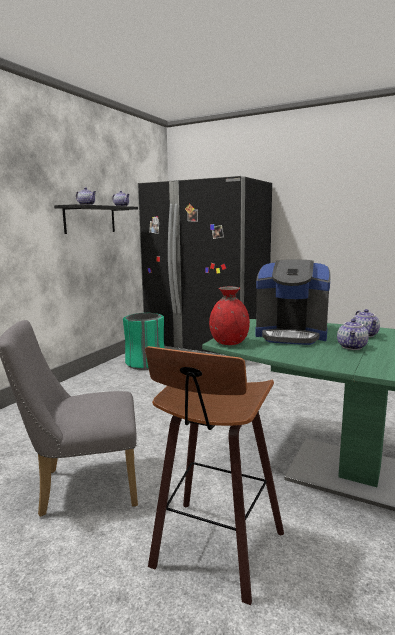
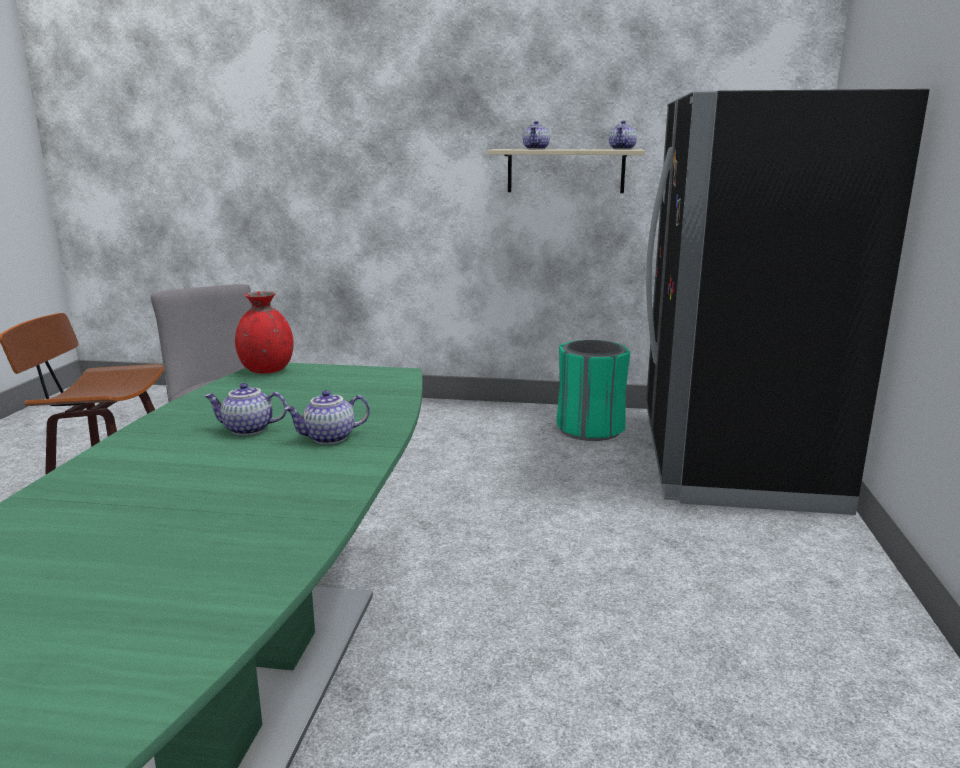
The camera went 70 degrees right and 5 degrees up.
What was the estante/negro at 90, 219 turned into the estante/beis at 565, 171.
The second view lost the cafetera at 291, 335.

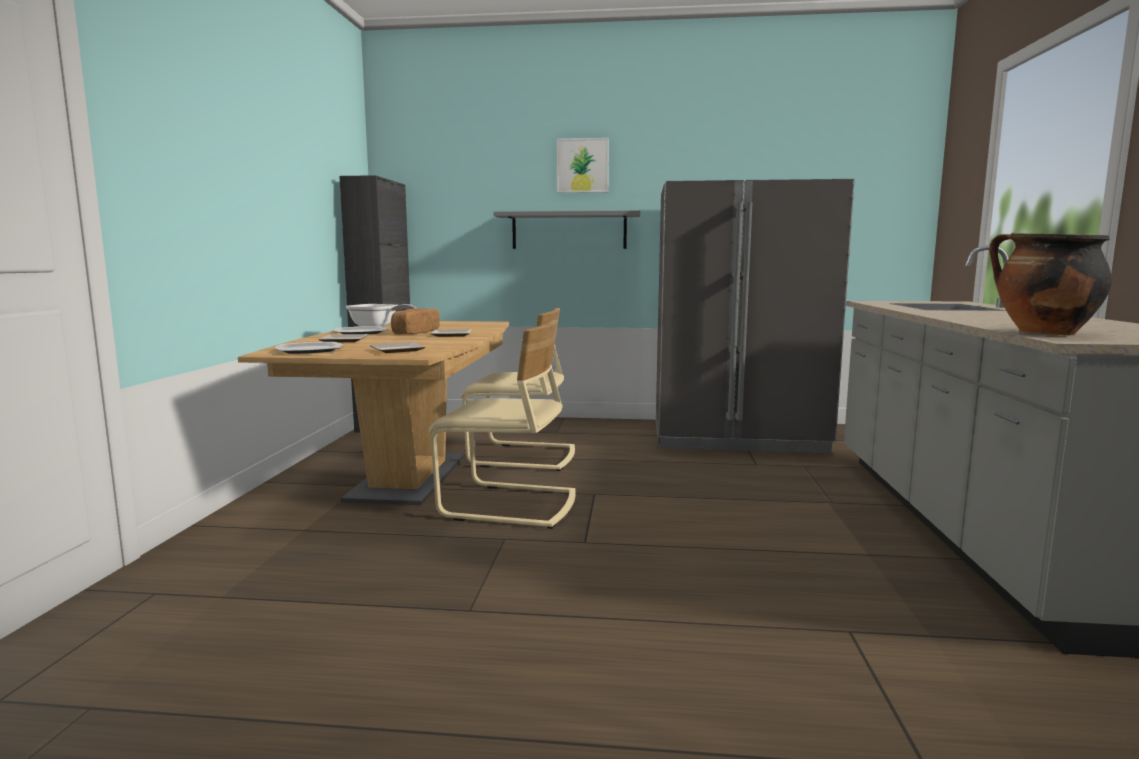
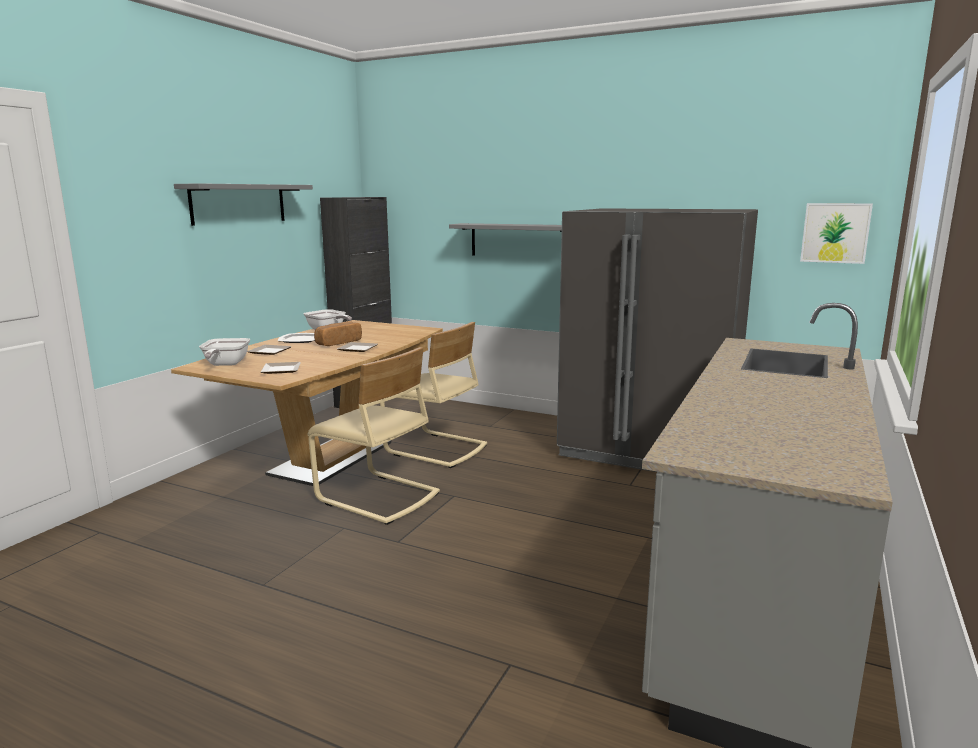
The camera went 20 degrees right and 5 degrees up.
The cuadro ended up elsewhere, having gone from 582, 165 to 835, 233.
The second view lost the olla at 1042, 333.
Where the plato stood at 308, 350, the sartén came to stand at 225, 364.
The second view gained the estante/gris at 239, 203.

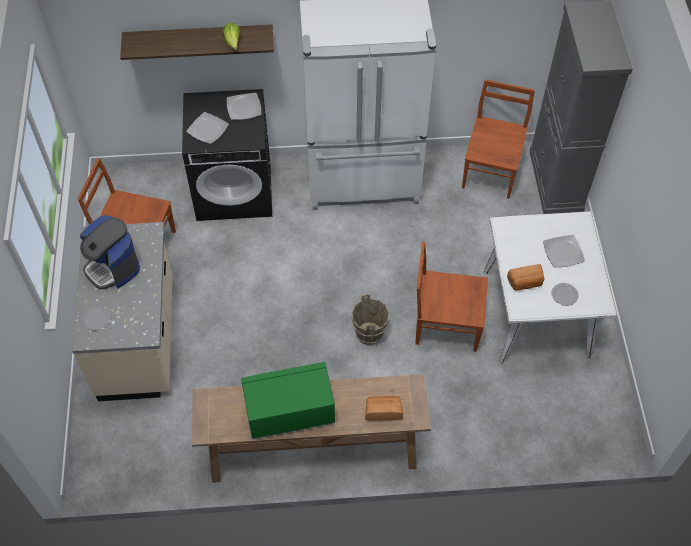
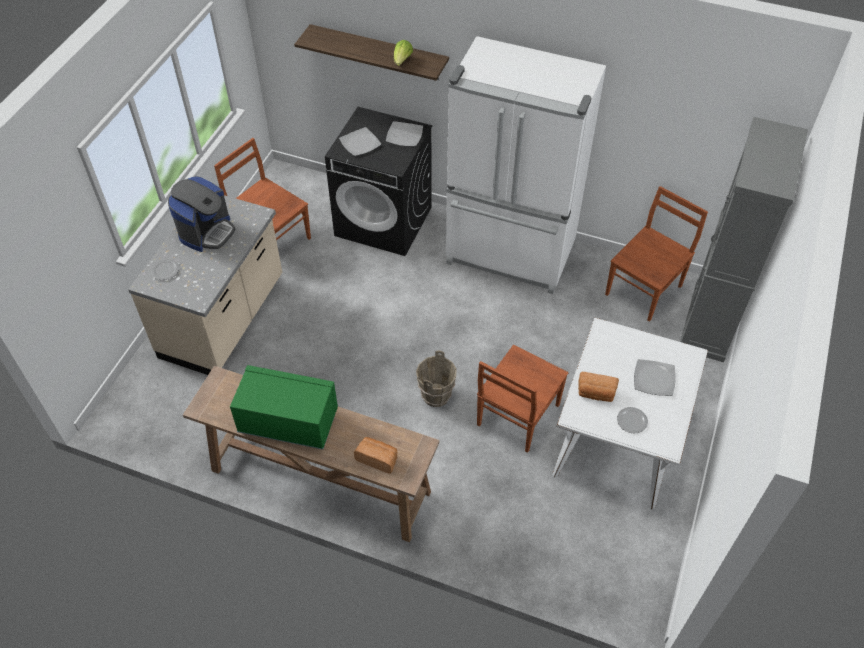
The camera went 25 degrees right and 5 degrees down.
The cafetera at 112, 267 ended up facing another way, 135 degrees counterclockwise from before.
The silla/marrón at 445, 324 ended up facing another way, 90 degrees counterclockwise from before.

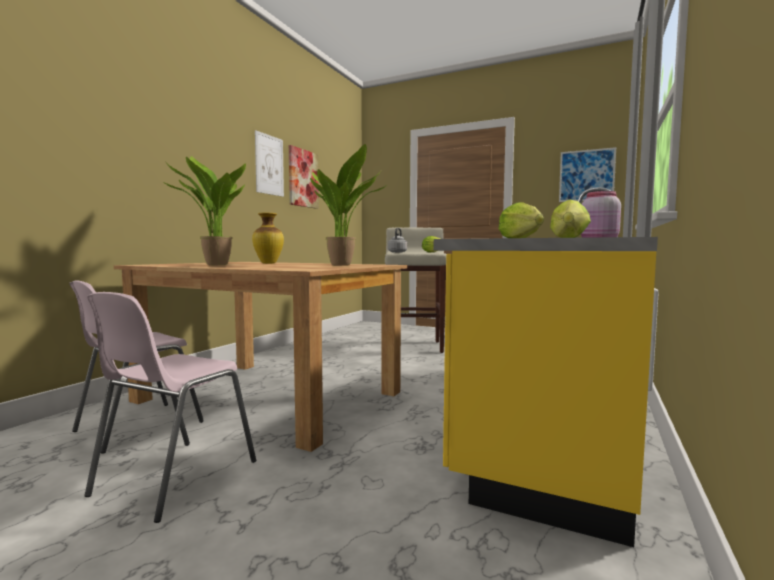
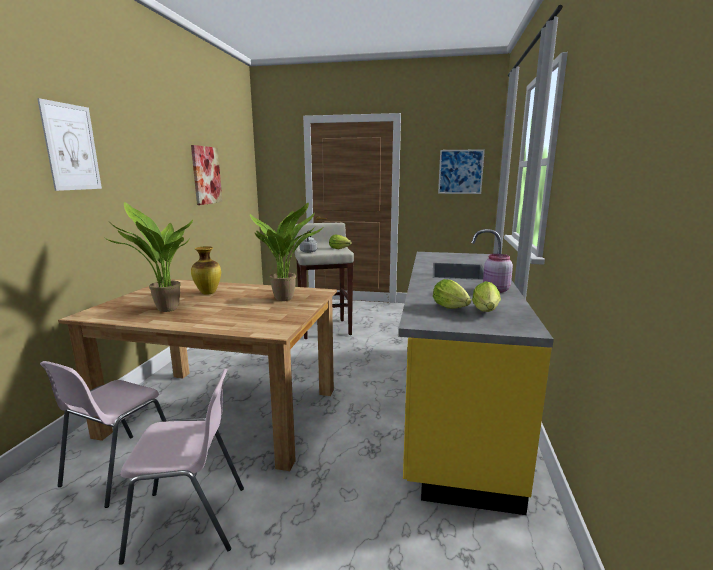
The camera went 15 degrees left and 10 degrees up.
The cuadro ended up elsewhere, having gone from 269, 165 to 71, 147.
The silla/rosa at 173, 478 ended up facing another way, 105 degrees counterclockwise from before.

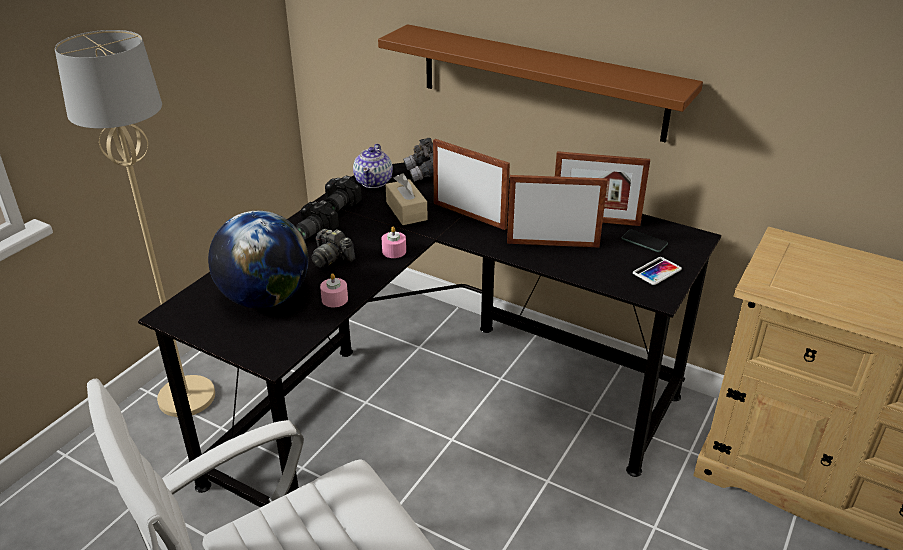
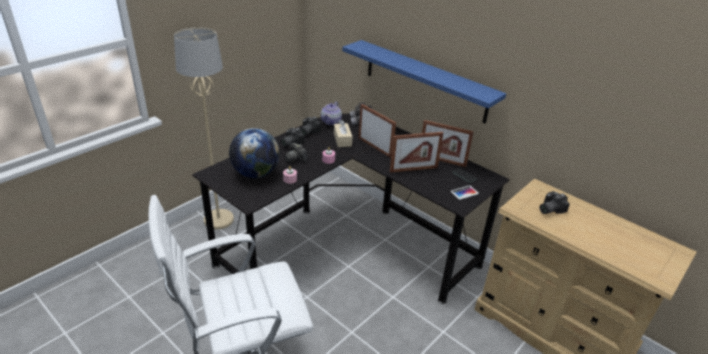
The camera went 10 degrees right and 0 degrees up.
What was the estante/marrón at 541, 82 turned into the estante/azul at 425, 81.
The portarretratos at 552, 244 ended up facing another way, 150 degrees clockwise from before.
The second view gained the cámara at 549, 209.

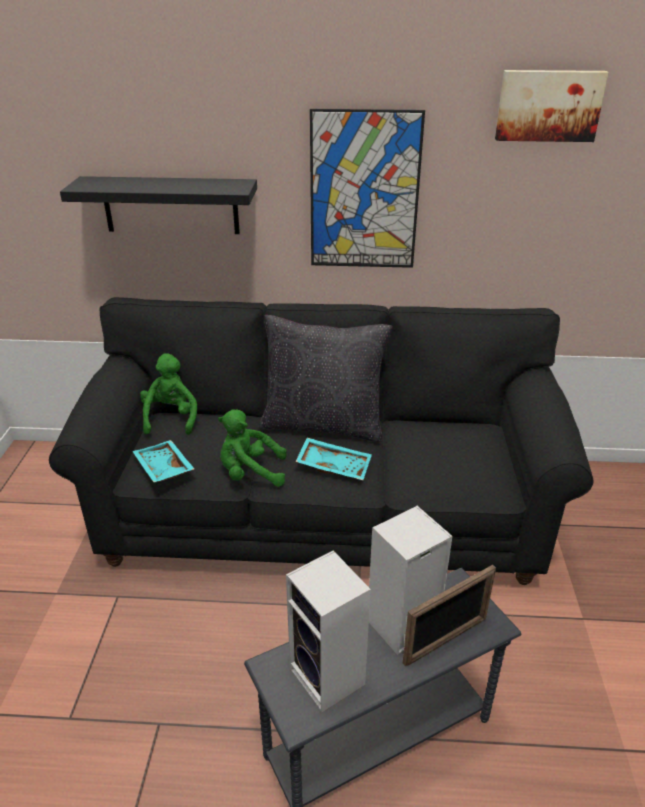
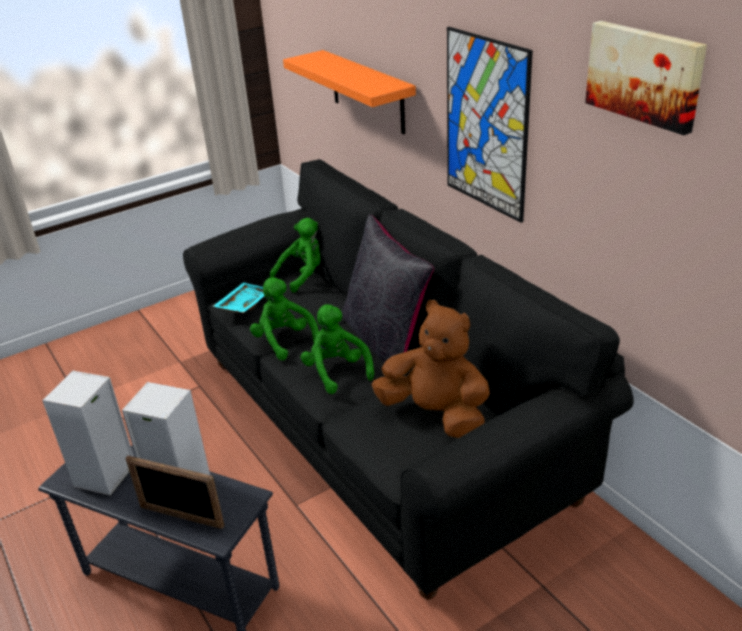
The camera went 55 degrees right and 0 degrees up.
What was the estante/negro at 171, 205 turned into the estante/naranja at 367, 92.
Where the bandeja/turquesa stood at 334, 465, the peluche/verde came to stand at 336, 371.
The second view gained the peluche/marrón at 435, 414.

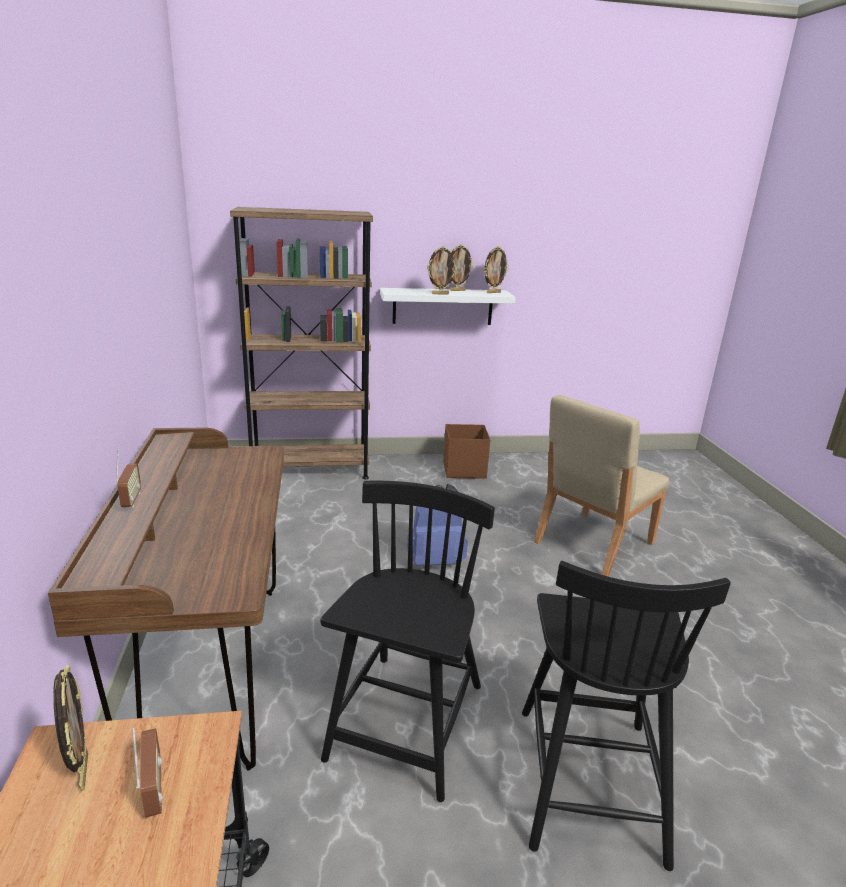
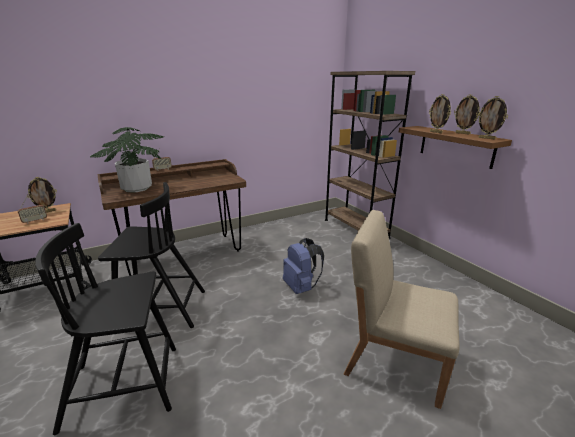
The camera went 70 degrees right and 0 degrees up.
What was the estante/blanco at 443, 306 turned into the estante/marrón at 456, 146.
The second view lost the caja de almacenaje/marrón at 463, 470.
The second view gained the planta en maceta at 136, 188.

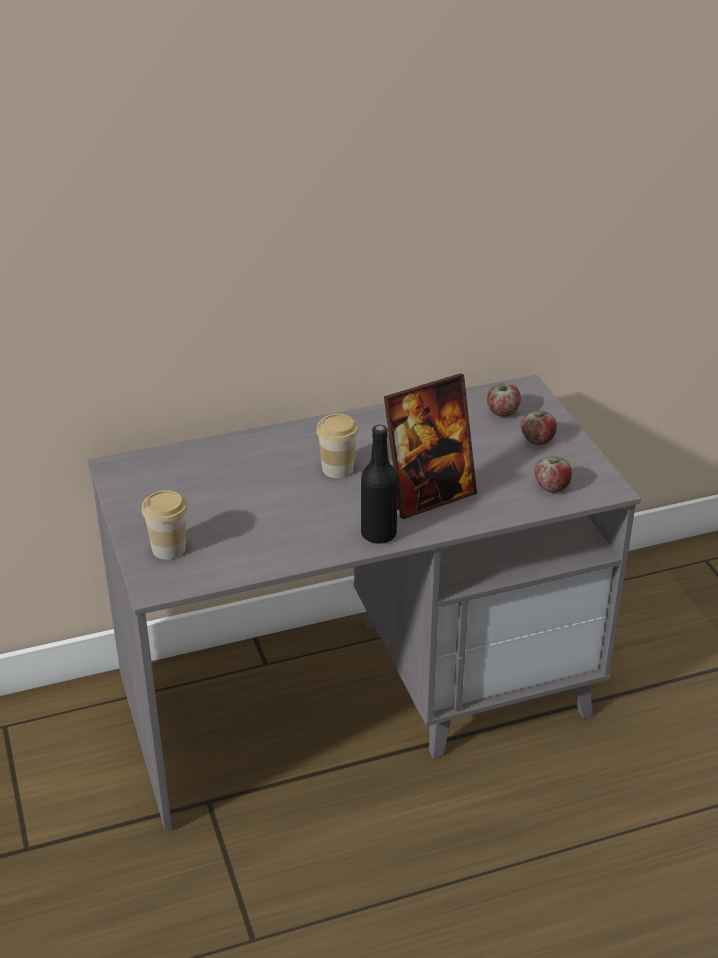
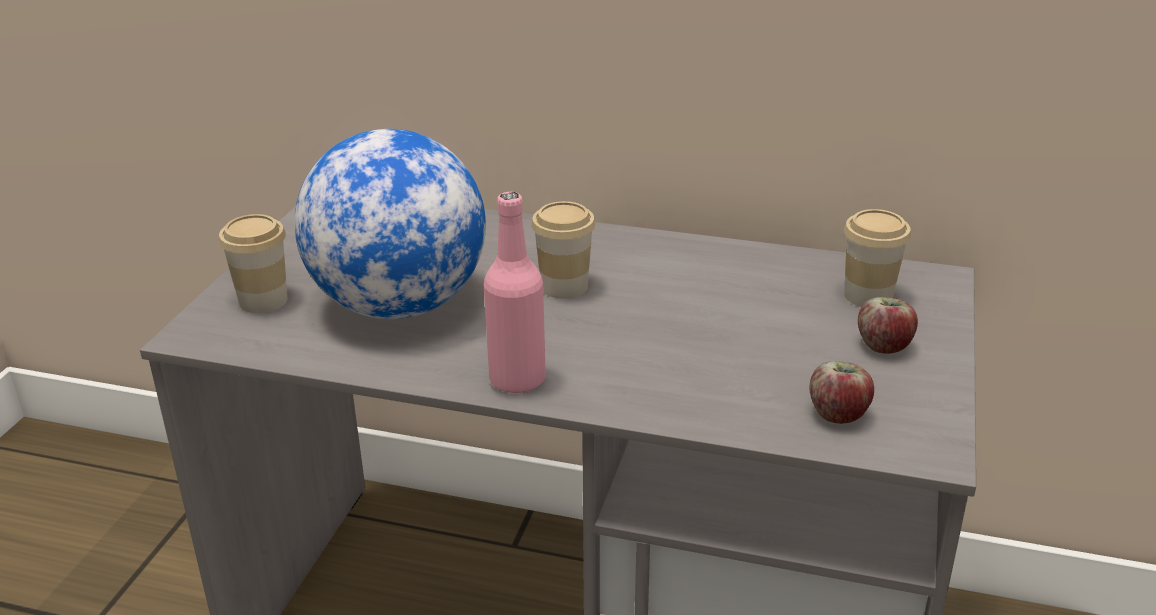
The camera went 35 degrees right and 5 degrees down.
The second view lost the portarretratos at 429, 496.
Where the manzana stood at 502, 412, the taza came to stand at 868, 296.
What was the botella/negro at 378, 534 turned into the botella/rosa at 517, 379.
The second view gained the globo terráqueo at 399, 305.

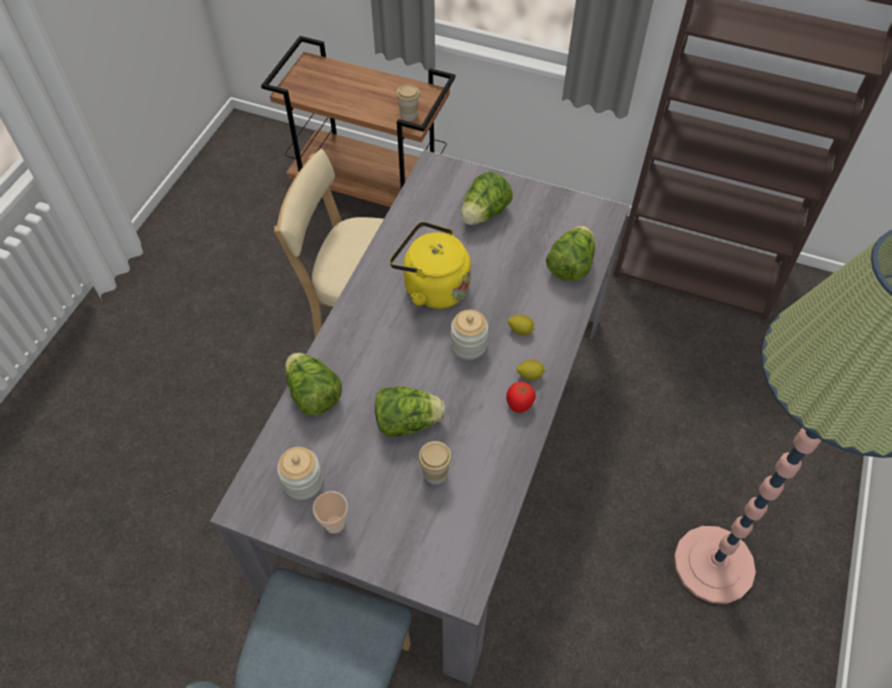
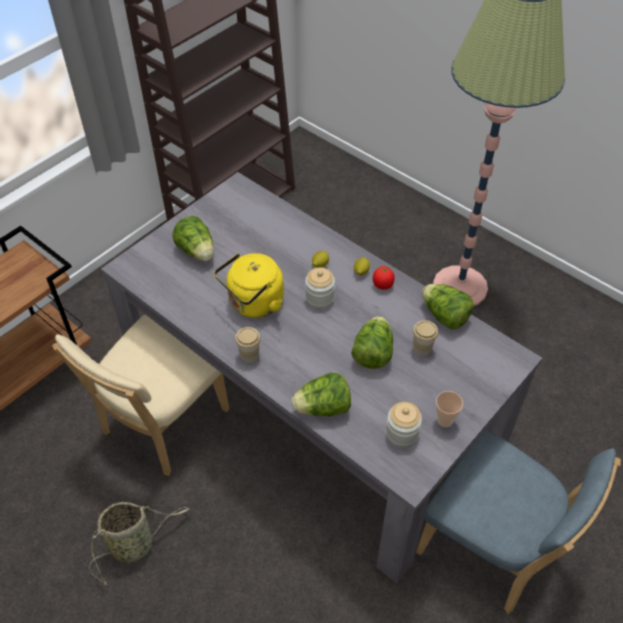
The camera went 70 degrees left and 5 degrees down.
The taza ended up elsewhere, having gone from 409, 115 to 249, 355.
The lechuga ended up elsewhere, having gone from 570, 266 to 444, 316.
The second view gained the cesta at 135, 545.

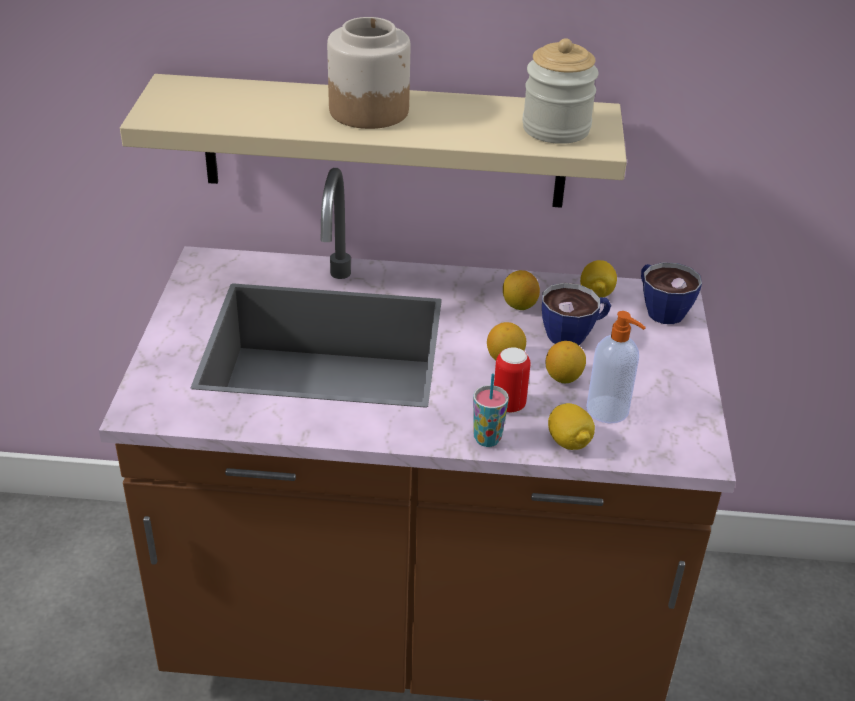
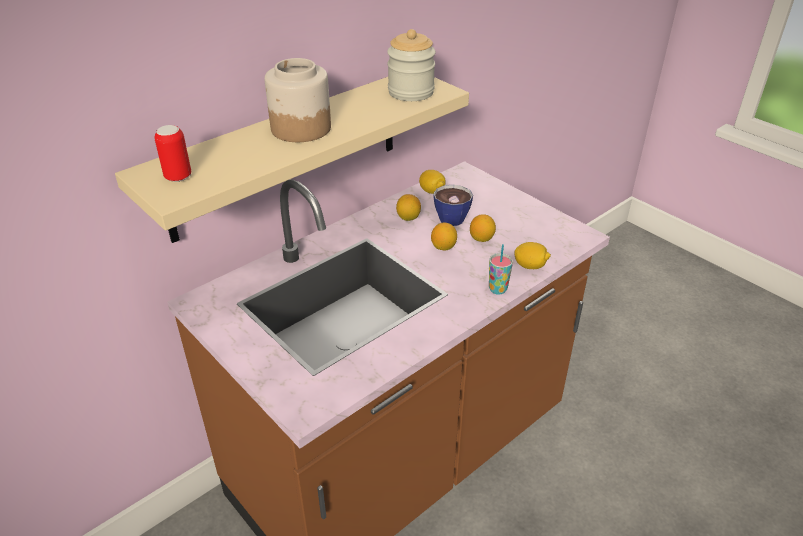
The camera went 45 degrees left and 0 degrees up.
The second view lost the taza at 660, 309.
The second view lost the dispensador de jabón at 609, 411.
The lata ended up elsewhere, having gone from 508, 405 to 178, 177.

